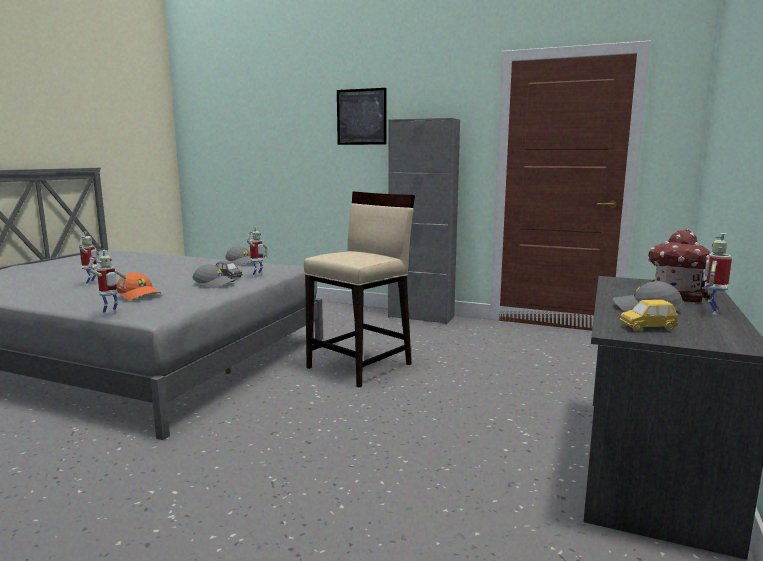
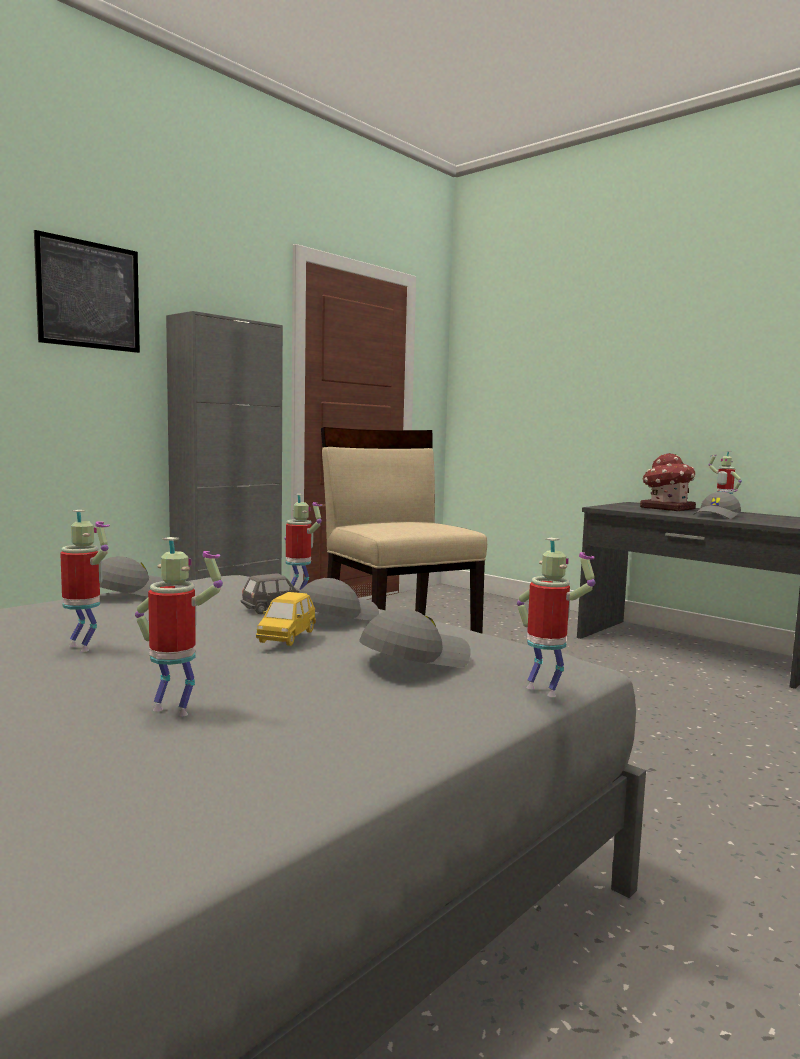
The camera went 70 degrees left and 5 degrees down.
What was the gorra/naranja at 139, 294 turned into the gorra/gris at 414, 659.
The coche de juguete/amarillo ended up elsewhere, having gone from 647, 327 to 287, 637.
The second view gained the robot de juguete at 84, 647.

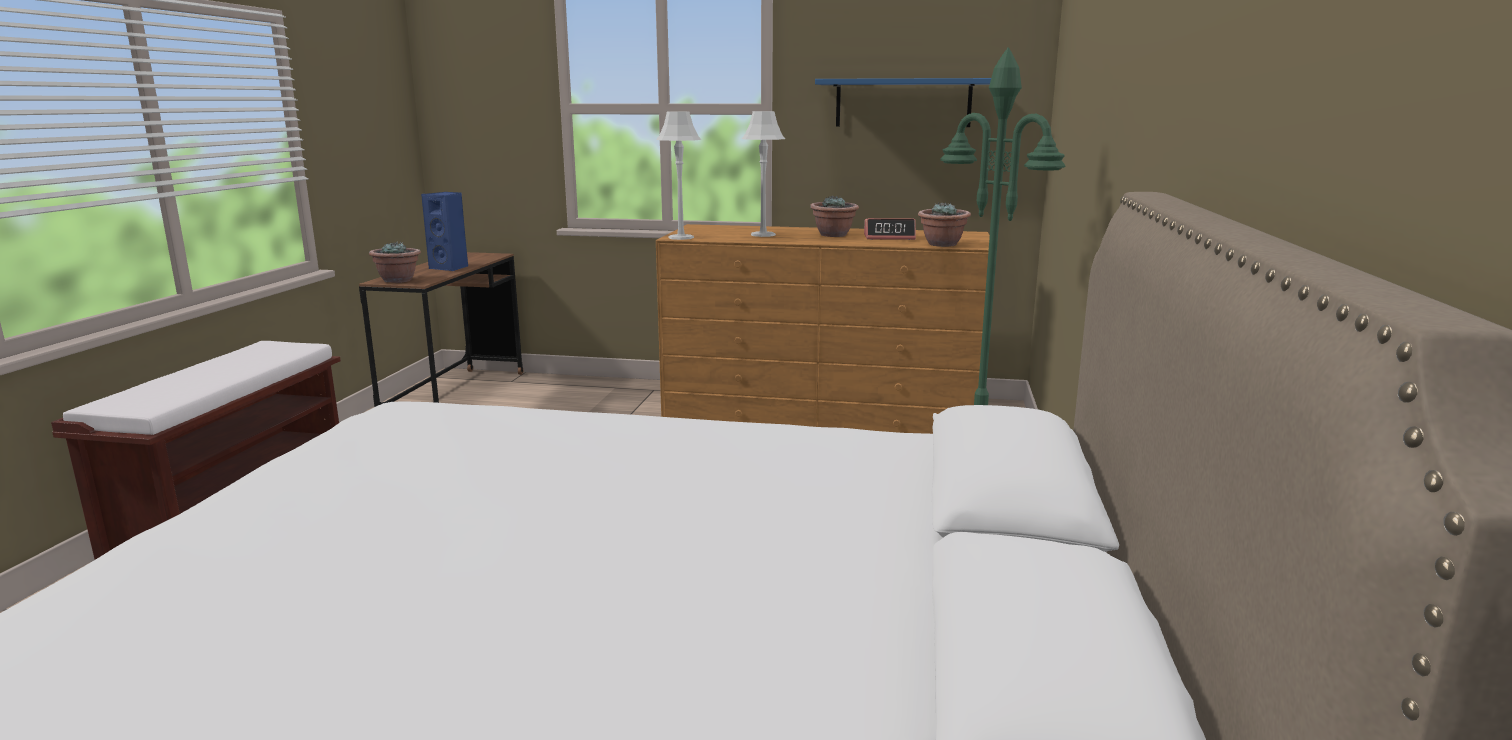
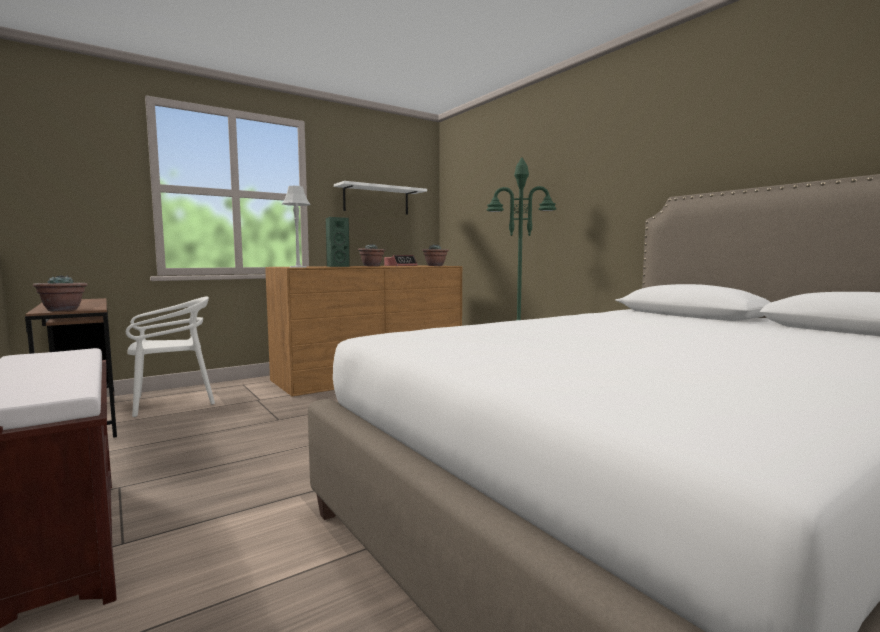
The camera went 45 degrees left and 10 degrees down.
What was the estante/azul at 903, 103 turned into the estante/blanco at 376, 200.
Where the lámpara de mesa/gris stood at 763, 235, the altavoz/verde came to stand at 337, 266.
The second view lost the altavoz/azul at 450, 267.
The second view gained the silla/blanco at 172, 402.

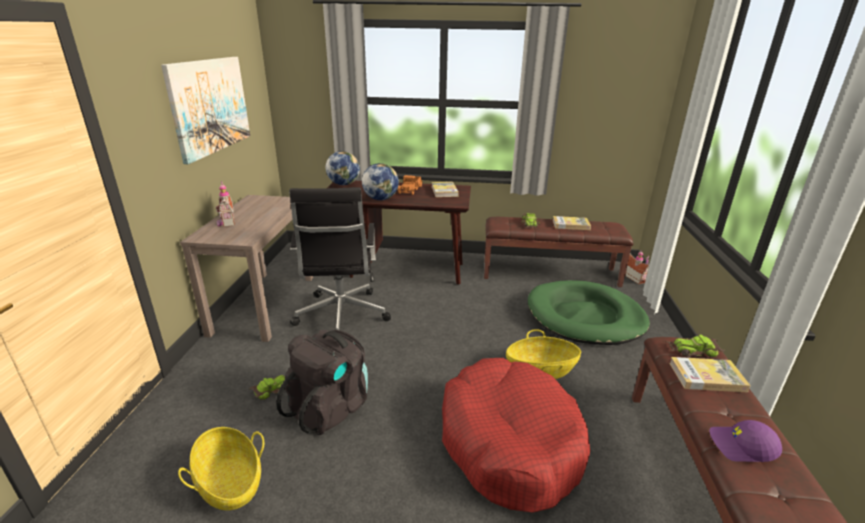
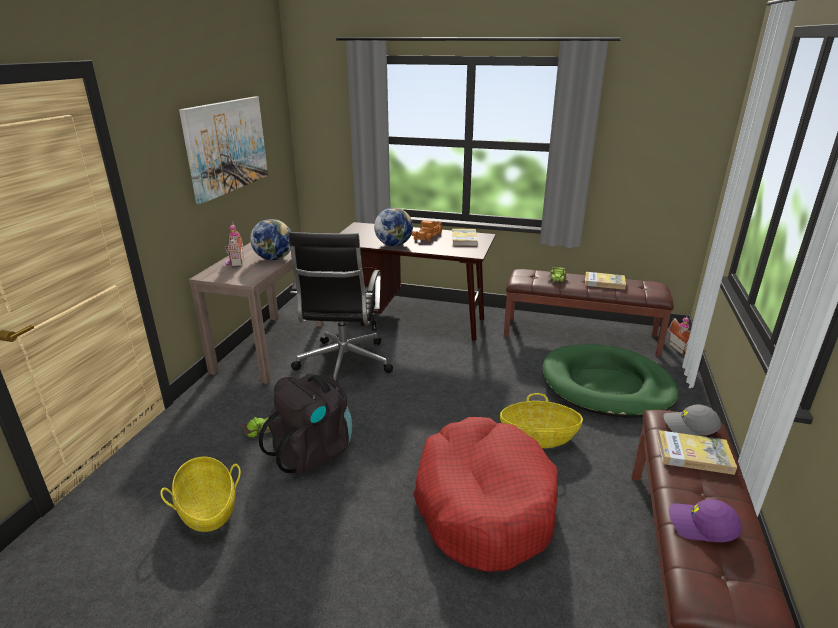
The camera went 10 degrees right and 0 degrees up.
The globo terráqueo ended up elsewhere, having gone from 344, 184 to 274, 258.
Where the coche de juguete stood at 692, 350, the gorra/gris came to stand at 689, 427.

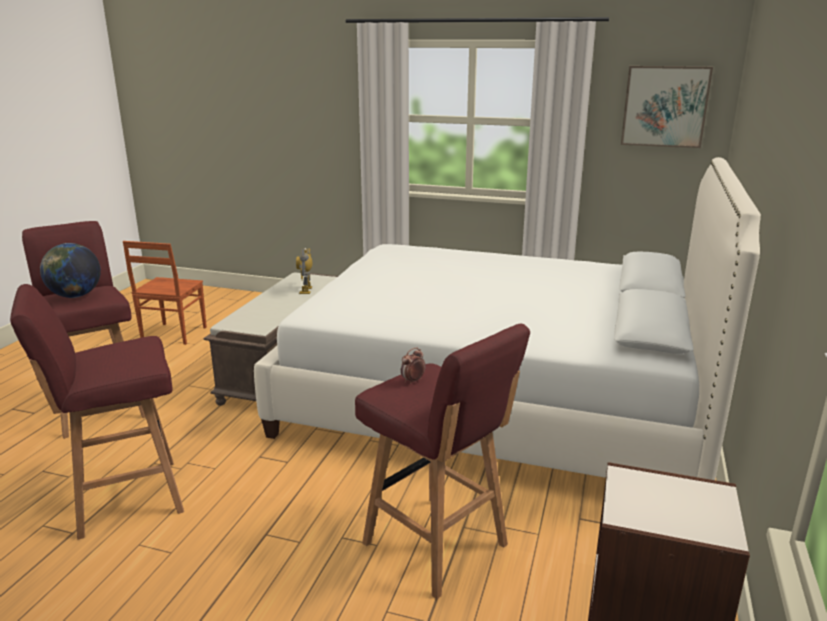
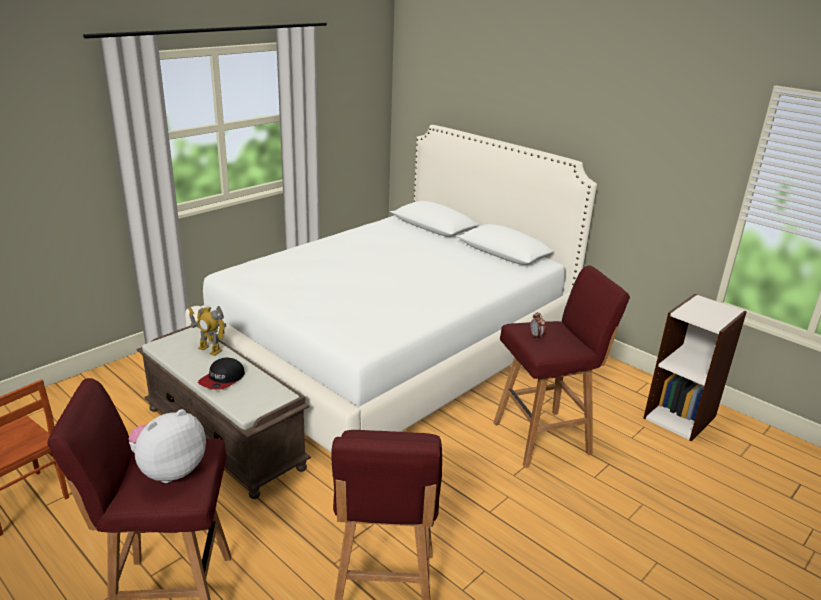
The camera went 65 degrees left and 5 degrees up.
The second view lost the cuadro at 665, 106.
Where the globo terráqueo stood at 75, 296, the peluche came to stand at 170, 470.
The second view gained the gorra at 222, 379.

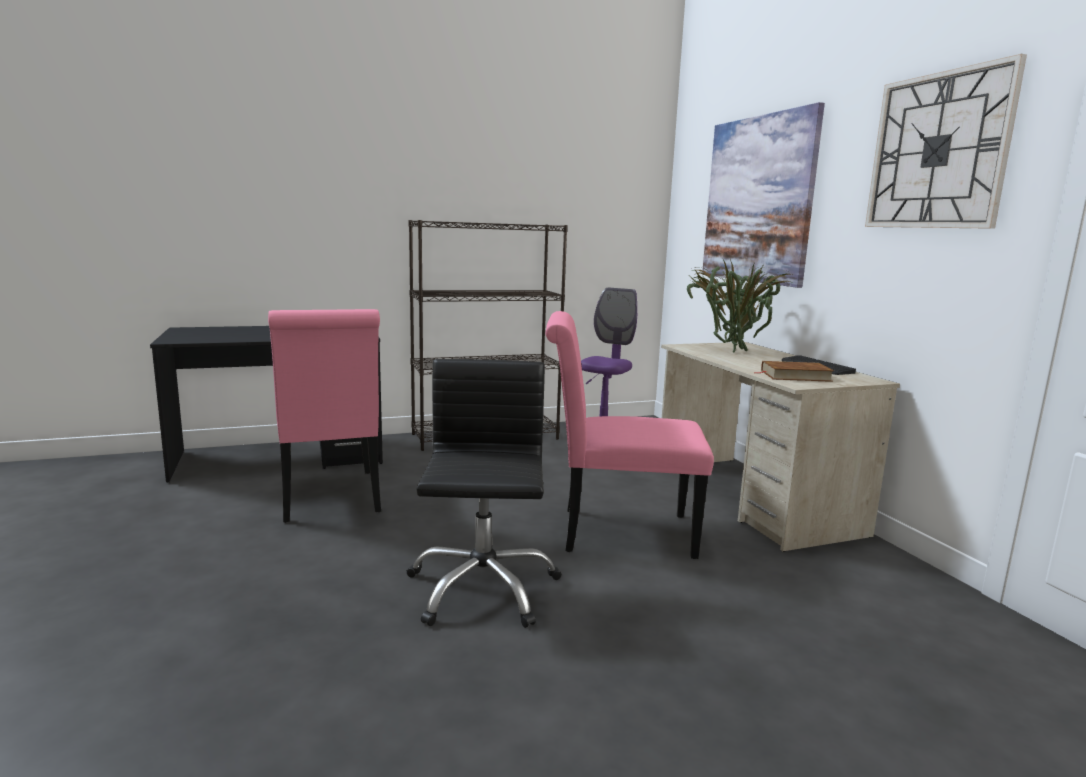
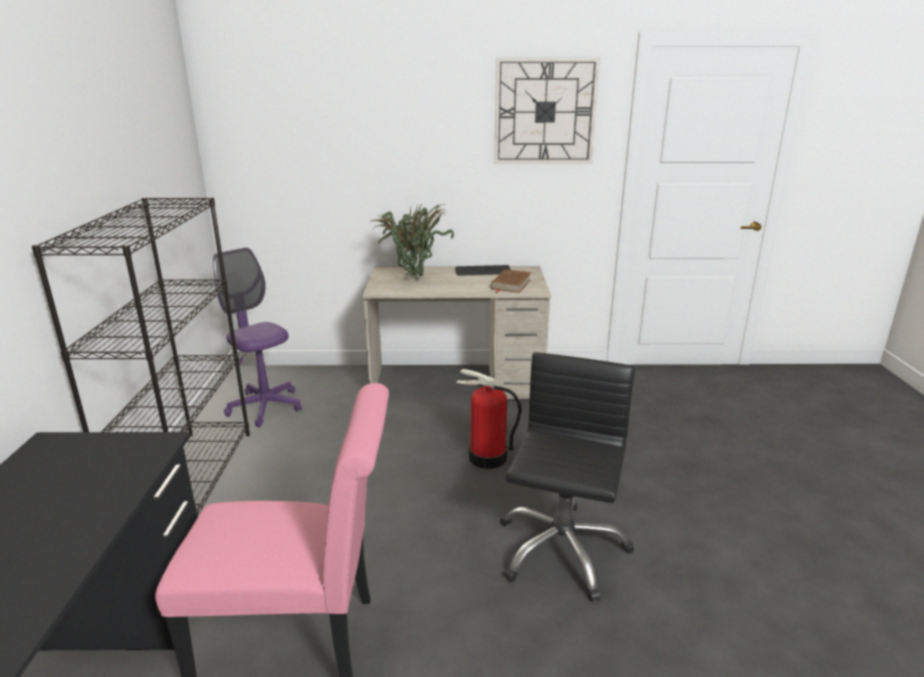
The camera went 70 degrees left and 10 degrees up.
The second view lost the cuadro at 757, 200.
Where the silla/rosa stood at 616, 532, the extintor came to stand at 487, 458.
The silla de oficina/negro at 482, 588 ended up facing another way, 90 degrees clockwise from before.

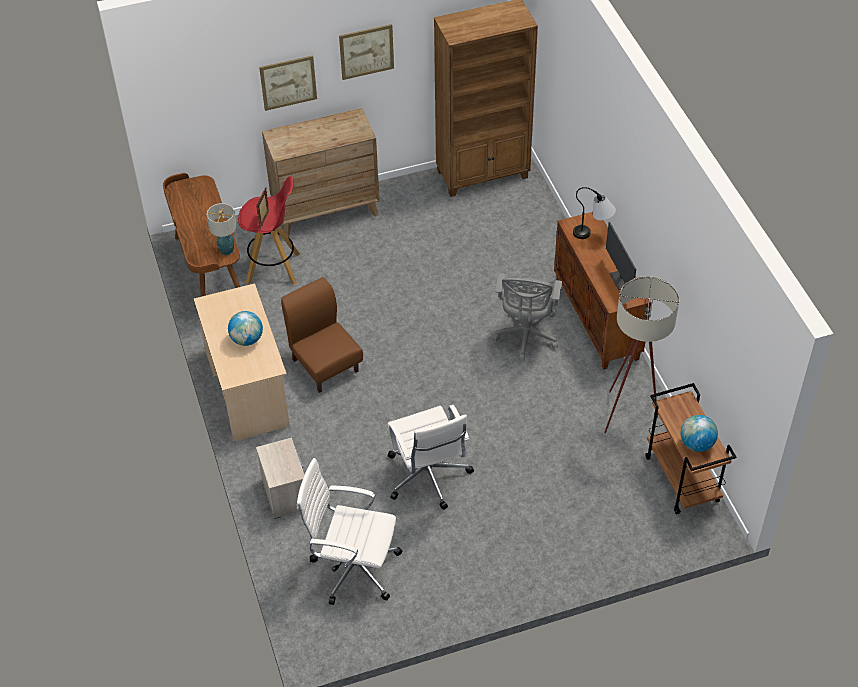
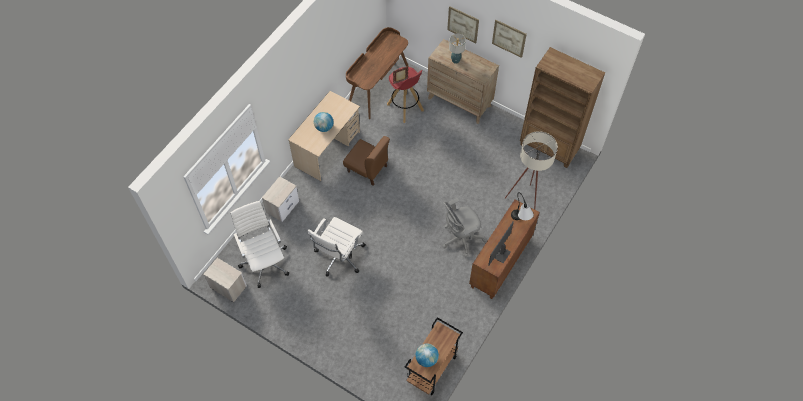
The camera went 50 degrees right and 10 degrees up.
The lámpara de mesa ended up elsewhere, having gone from 226, 250 to 455, 60.
The lámpara de pie/beis ended up elsewhere, having gone from 631, 415 to 525, 202.
The silla/marrón at 325, 364 ended up facing another way, 105 degrees clockwise from before.
The second view gained the mesita de noche at 228, 286.

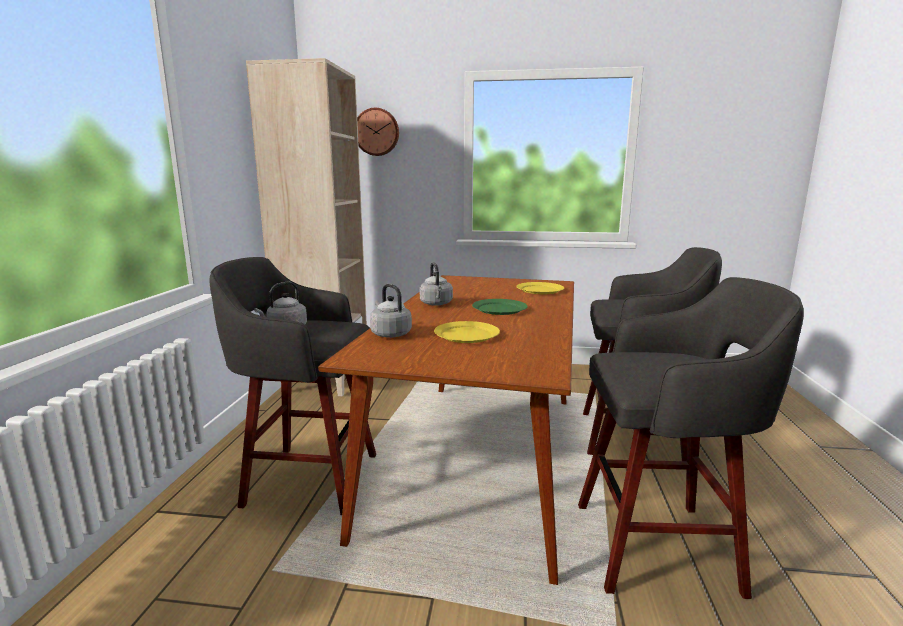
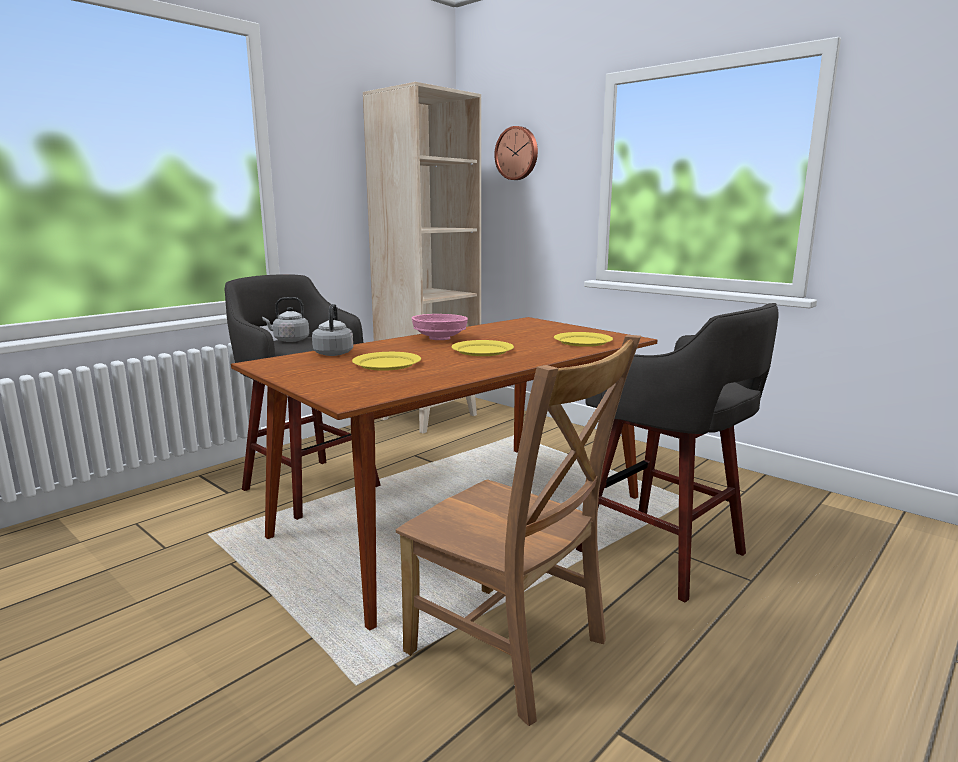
The camera went 35 degrees right and 0 degrees up.
Where the hervidor/gris stood at 436, 304, the cuenco/rosa came to stand at 440, 338.
Where the taburete/gris stood at 660, 547, the silla/marrón came to stand at 512, 650.
What was the plato/verde at 499, 309 turned into the plato/amarillo at 482, 351.

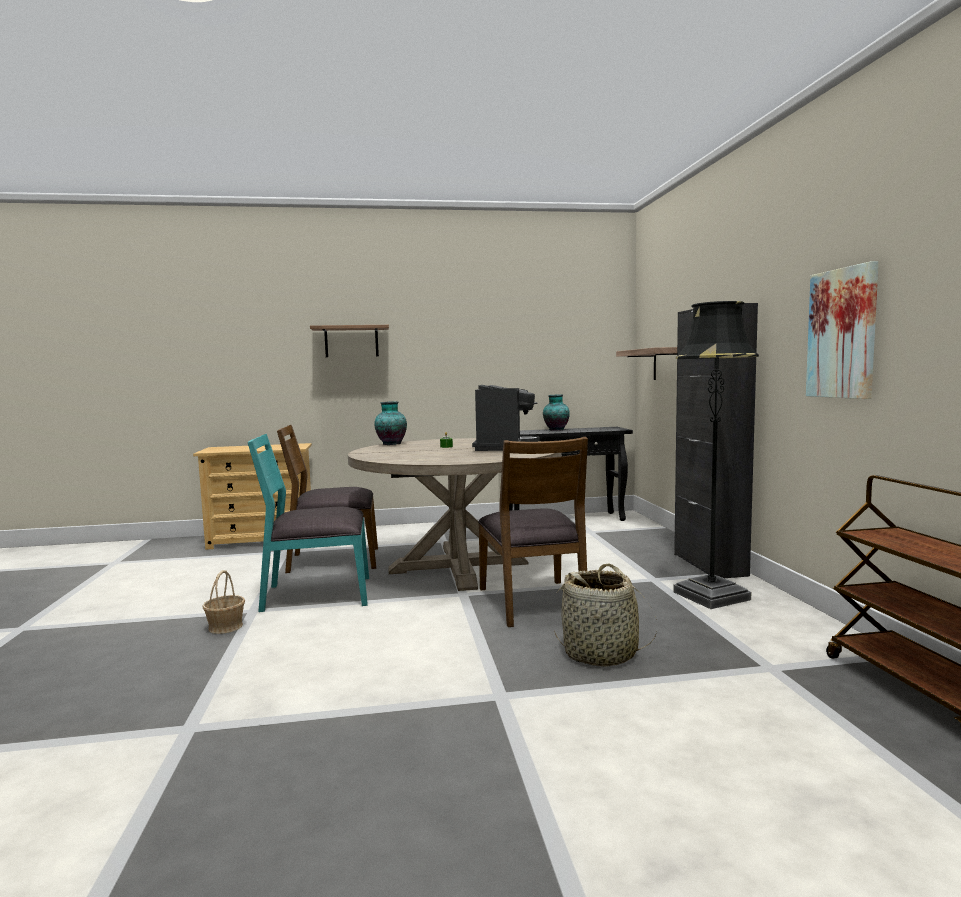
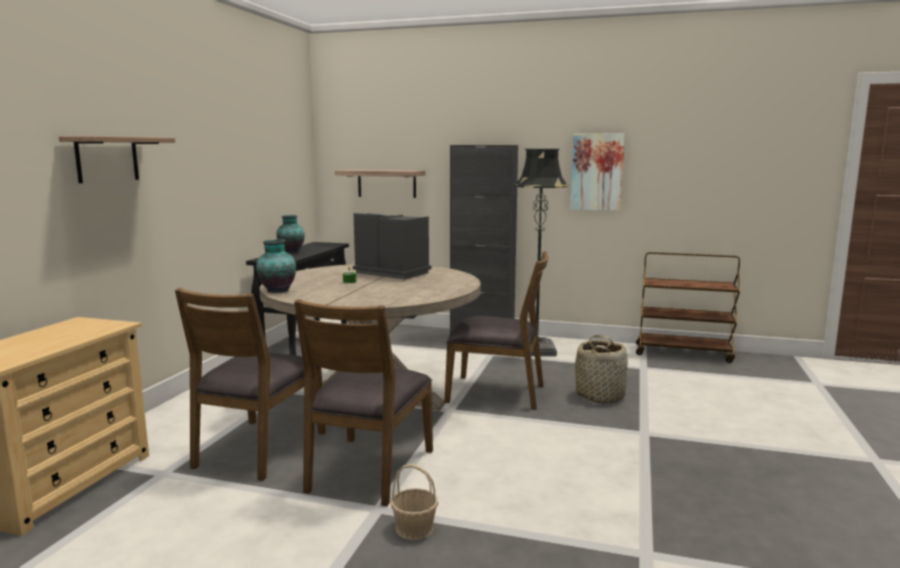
The camera went 65 degrees left and 5 degrees up.
What was the silla/turquesa at 316, 594 turned into the silla/marrón at 369, 470.

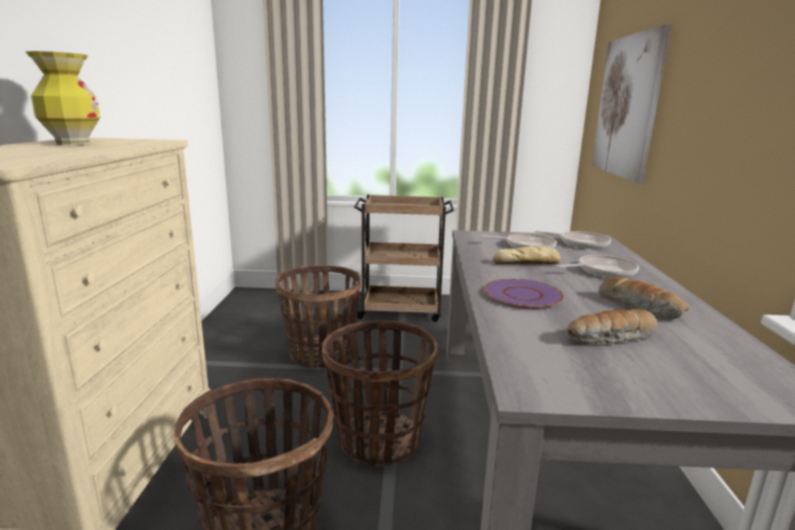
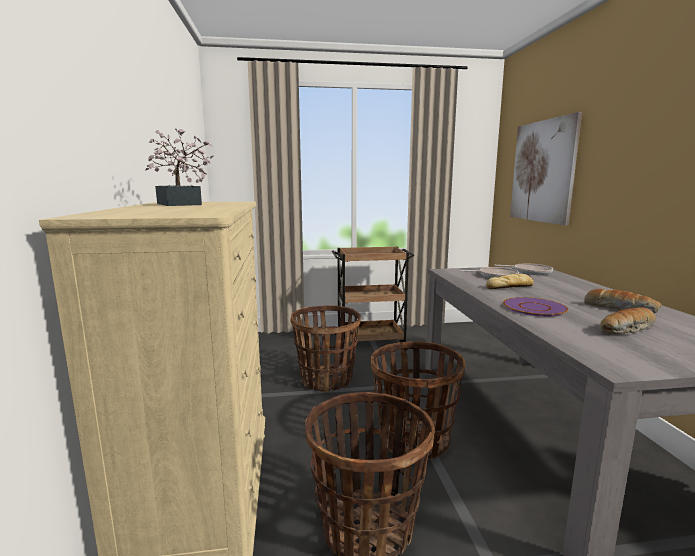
The camera went 10 degrees left and 5 degrees down.
Where the florero stood at 72, 143, the planta en maceta came to stand at 179, 204.
The second view lost the sartén at 603, 271.

